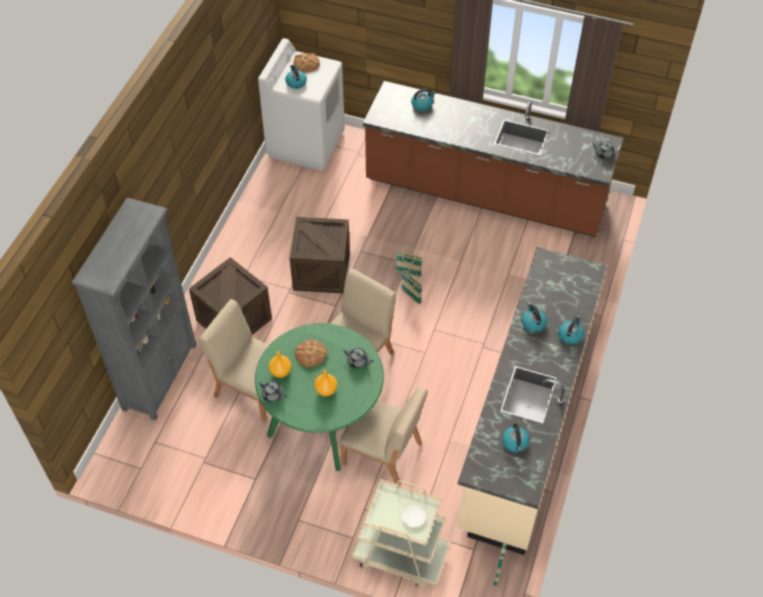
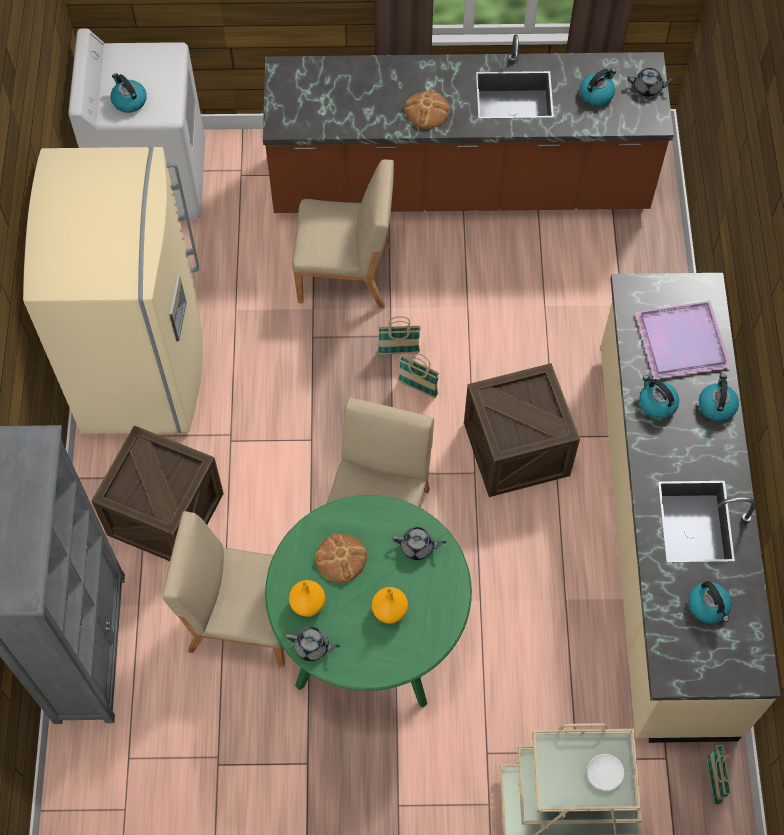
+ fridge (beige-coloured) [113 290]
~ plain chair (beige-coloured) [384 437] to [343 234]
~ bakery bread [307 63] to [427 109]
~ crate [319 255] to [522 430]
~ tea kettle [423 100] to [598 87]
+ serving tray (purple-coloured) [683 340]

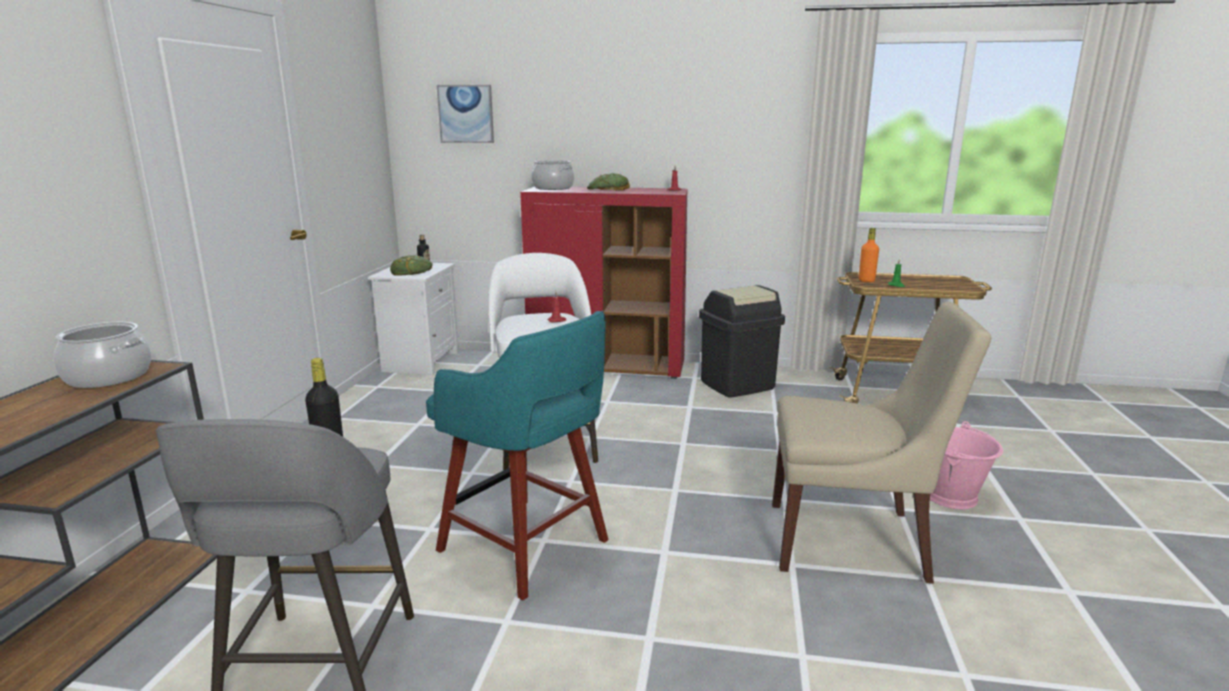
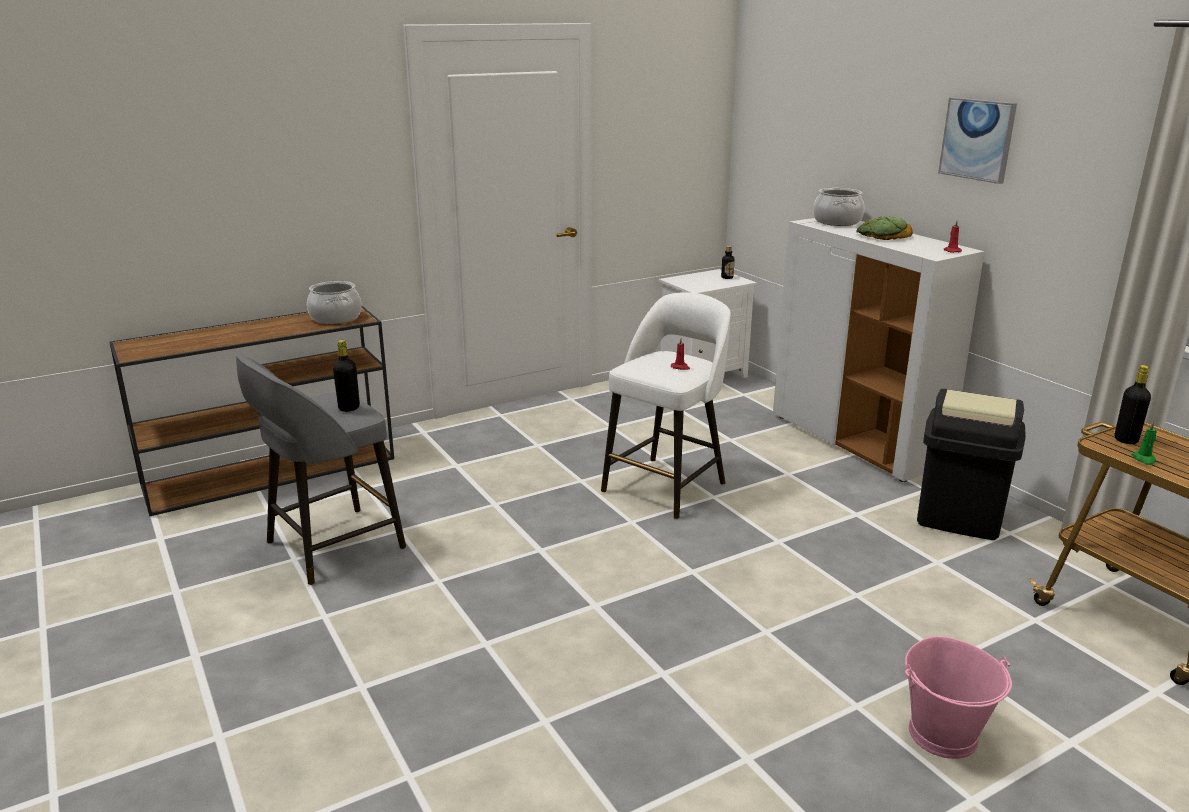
~ storage cabinet (red-coloured) [603 283] to storage cabinet (whitish) [878 350]
~ wall art [465 114] to [977 140]
~ bottle (orange-coloured) [869 255] to bottle (blackish) [1133 404]
- bakery bread [411 265]
- stool seat (blue-green) [517 455]
- plain chair (beige-coloured) [881 443]

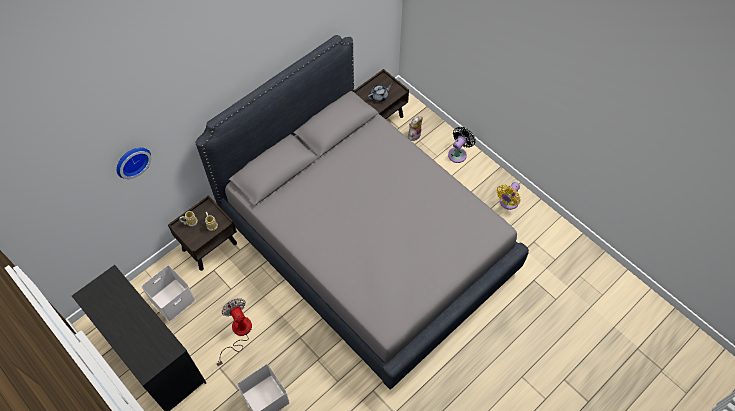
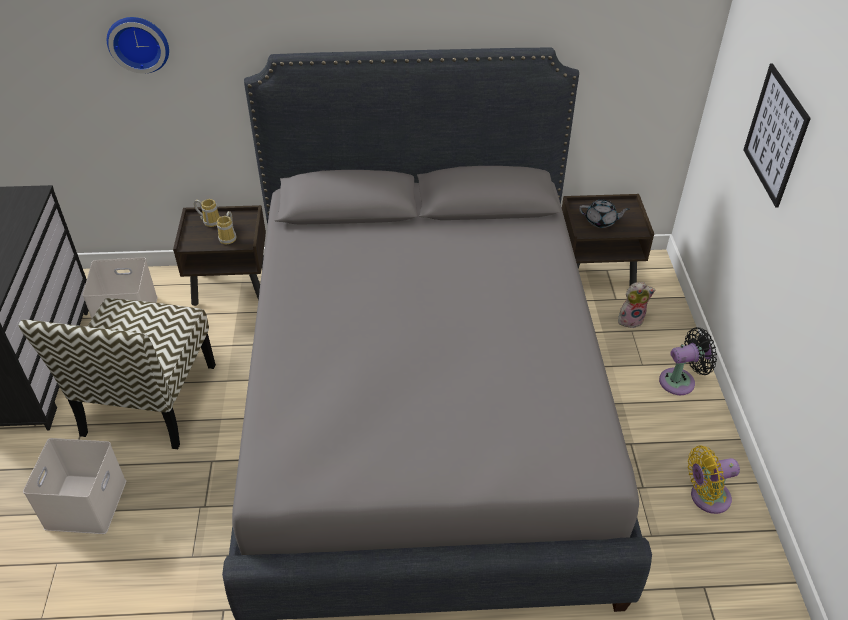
~ cooling fan [234 332] to plain chair [117 373]
+ wall art [777 136]

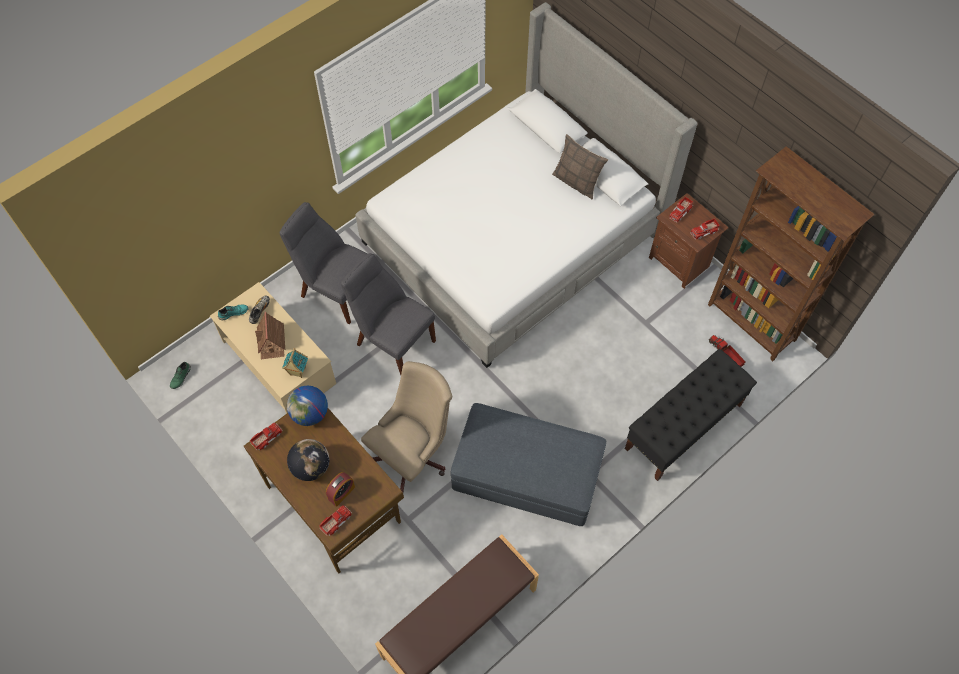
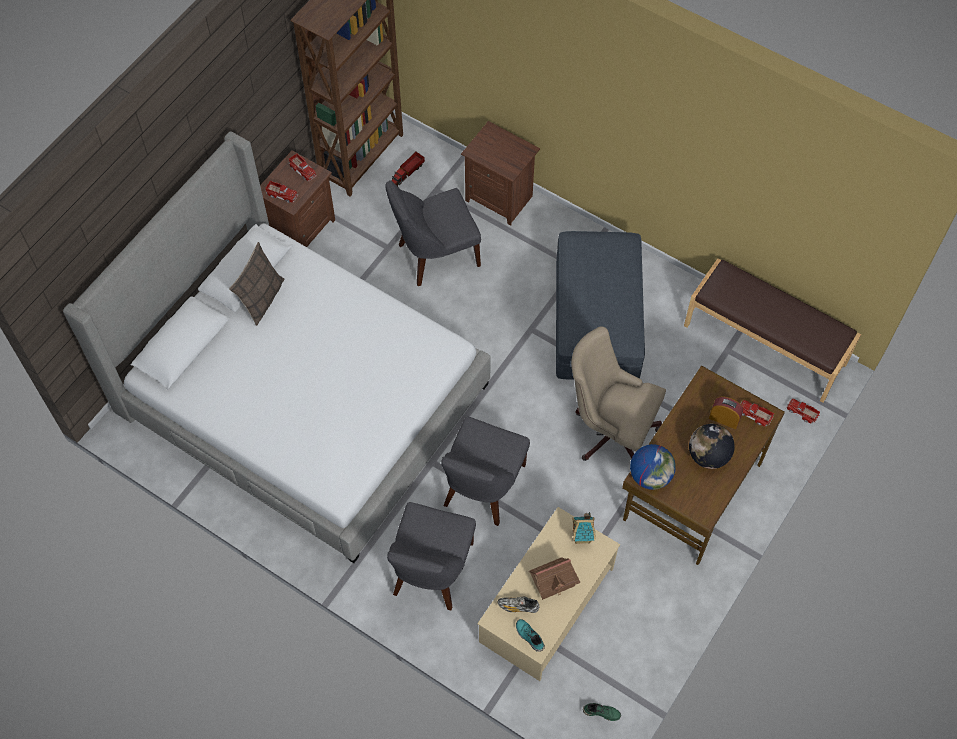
+ plain chair (gray) [433 233]
~ long seat (blackish) [691 415] to night table (brownish) [500 173]
~ toy lorry [266 436] to [803 411]

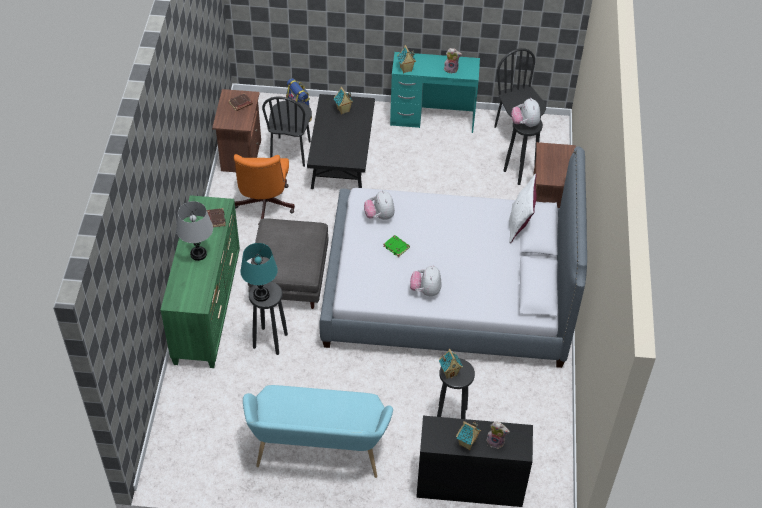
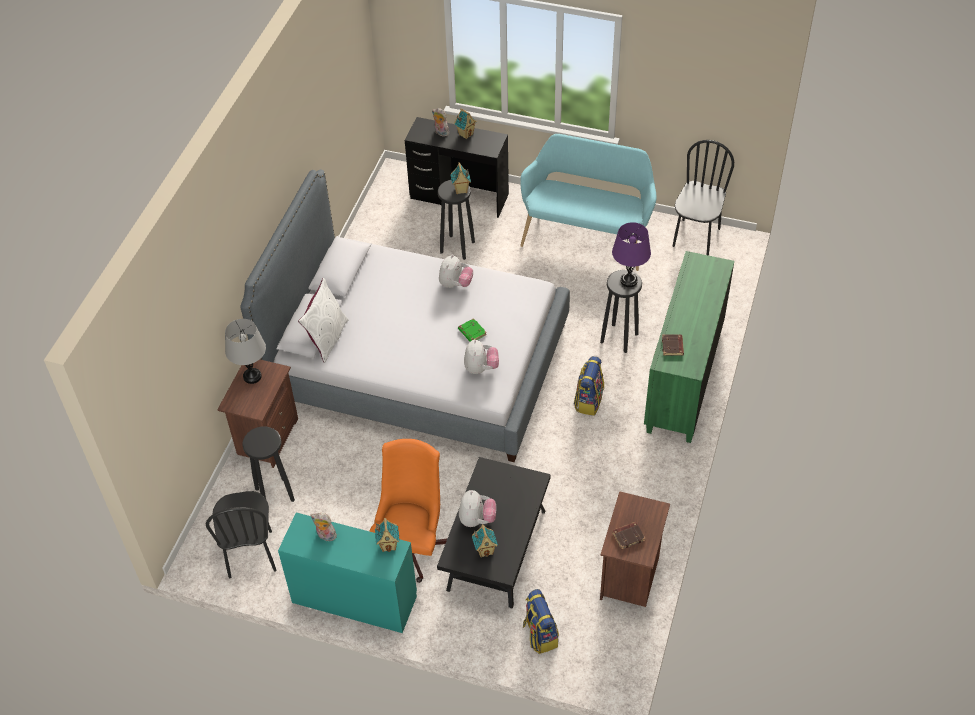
~ table lamp (gray) [194 231] to [245 351]
~ desk chair (orange-coloured) [264 189] to [408 511]
~ cuddly toy [525 112] to [477 508]
~ ottoman (gray) [288 263] to knapsack [589 386]
~ table lamp (blue-green) [259 272] to table lamp (purple-coloured) [631 254]
~ plain chair (blackish) [287 131] to [703 198]

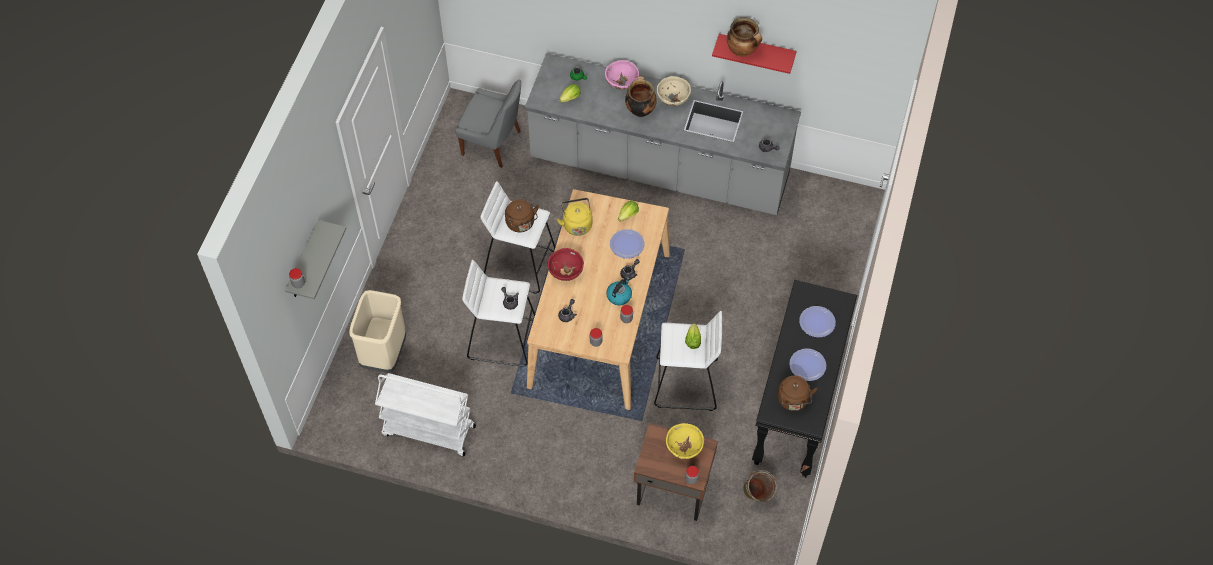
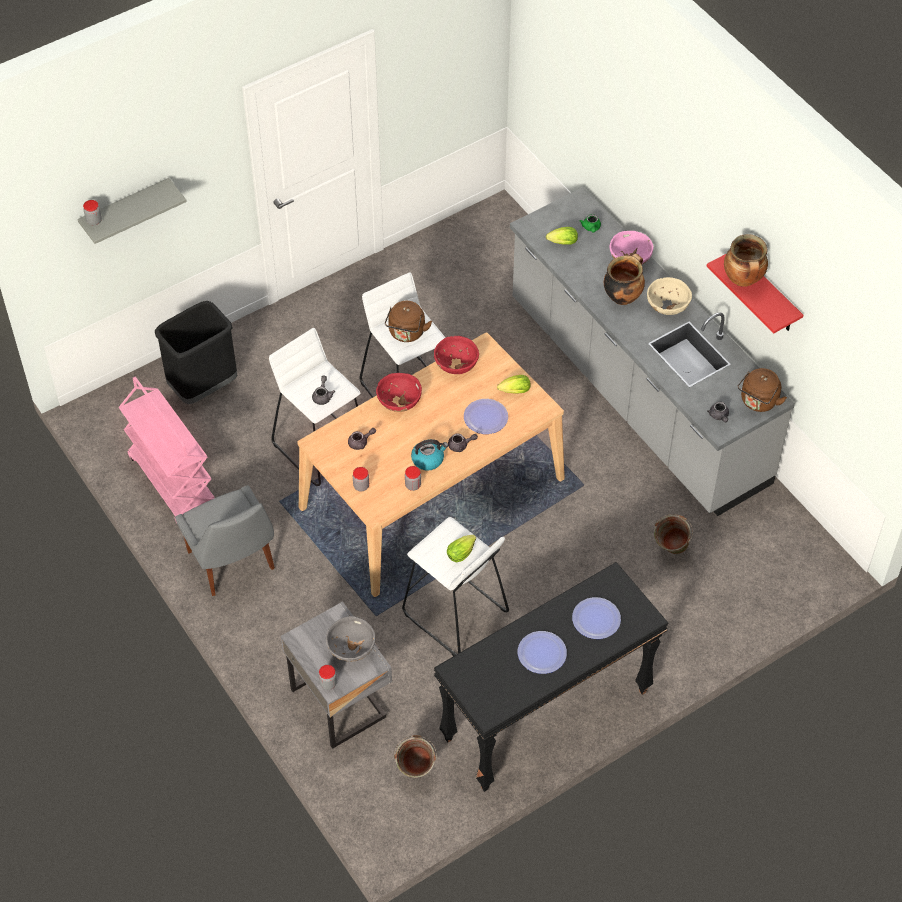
~ wheeled cart (whitish) [425 414] to wheeled cart (pink) [166 450]
~ waste bin (beige-coloured) [377 331] to waste bin (blackish) [196 352]
~ plain chair (gray) [488 123] to [225 540]
~ night table (brownish) [676 472] to night table (gray) [336 675]
~ deep dish (yellowish) [685 441] to deep dish (gray) [350 639]
~ tea kettle (yellowish) [574 217] to deep dish (red-coloured) [456 355]
+ pail (green) [673 534]
~ tea kettle (brownish) [797 393] to [762 390]

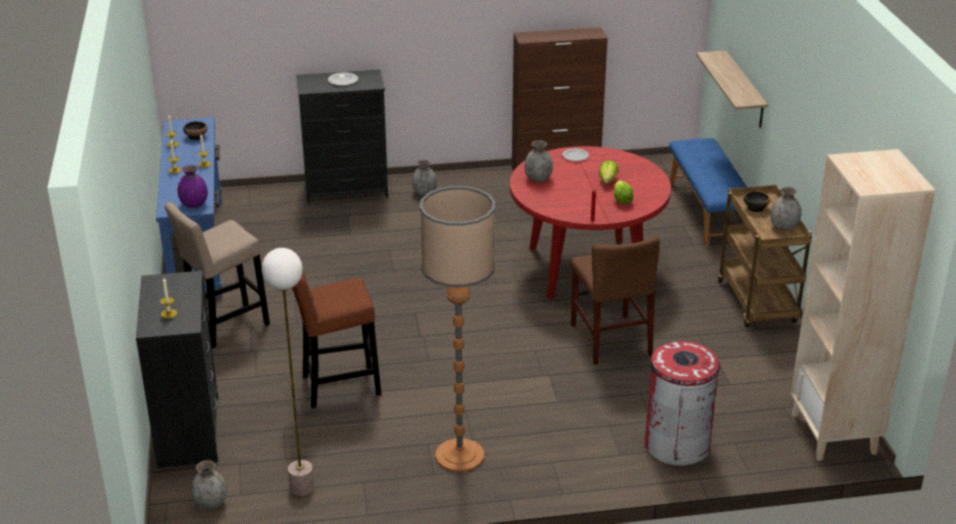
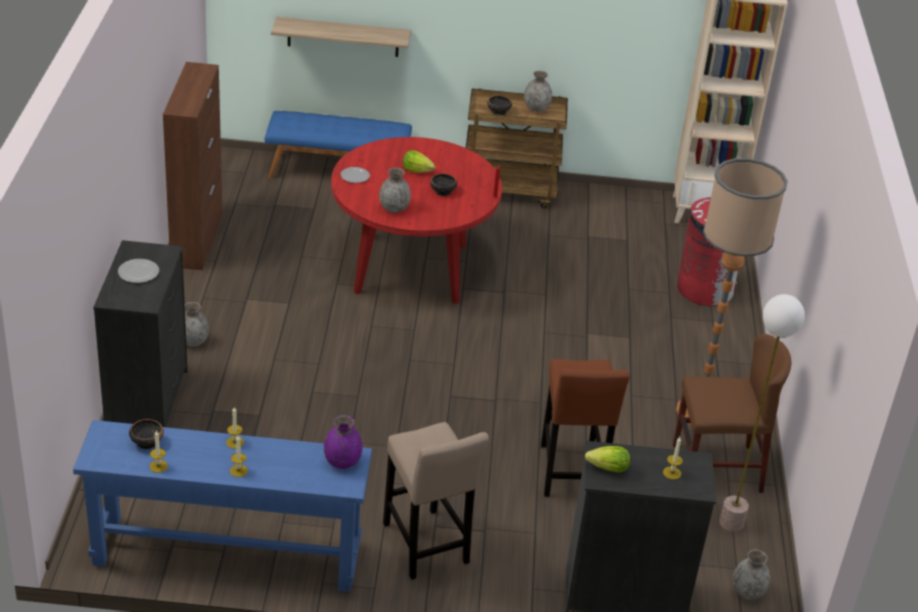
+ deep dish [443 185]
~ lettuce head [623 192] to [607 459]
~ plain chair (brownish) [615 300] to [732 413]

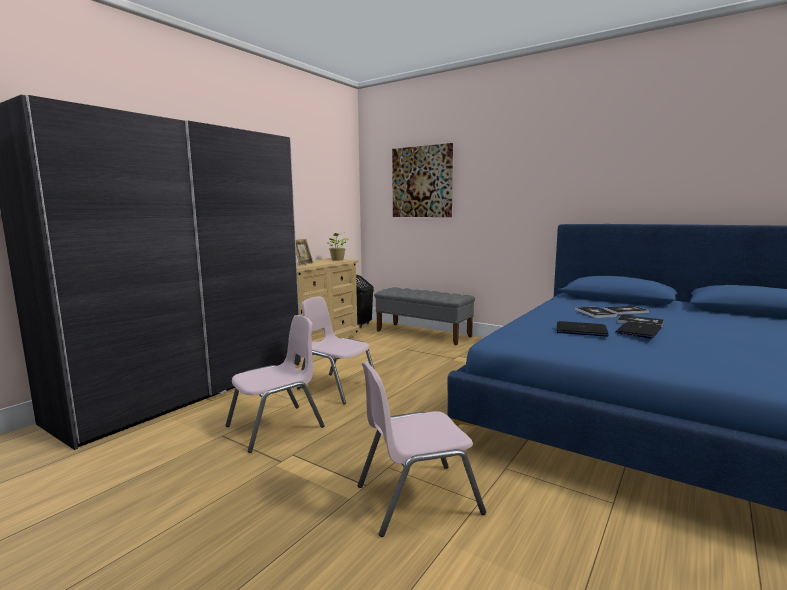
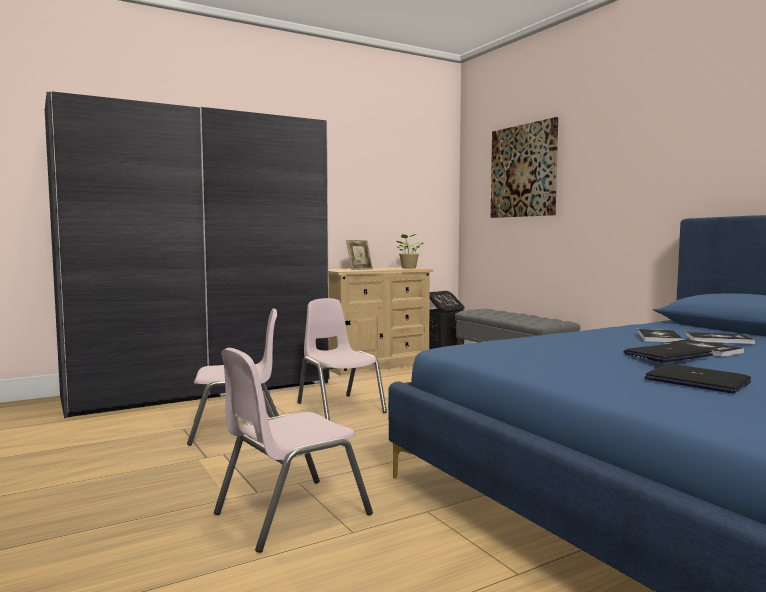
~ plain chair (pink) [422 449] = [293 450] 45 degrees counterclockwise
~ portable computer [583 329] to [698 379]

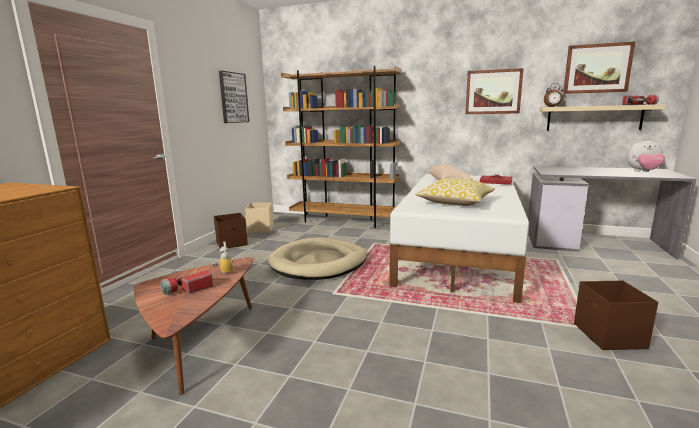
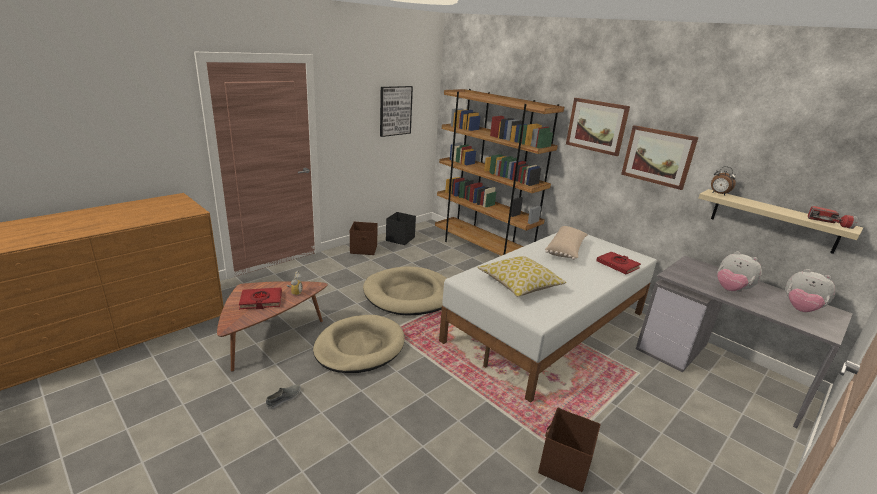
~ torch [186 282] to bound book (red-coloured) [260 298]
+ low shoe (gray) [283 396]
+ dog cushion (beige-coloured) [359 344]
~ storage box (beige-coloured) [259 217] to storage box (blackish) [401 228]
~ wall art [599 67] to [598 127]
+ cuddly toy [739 271]

